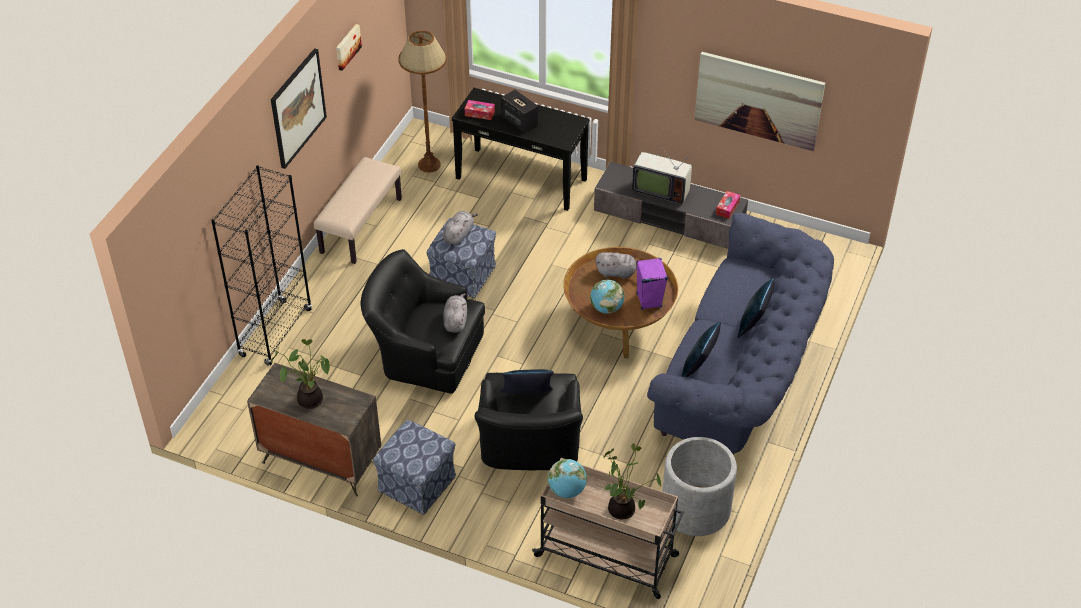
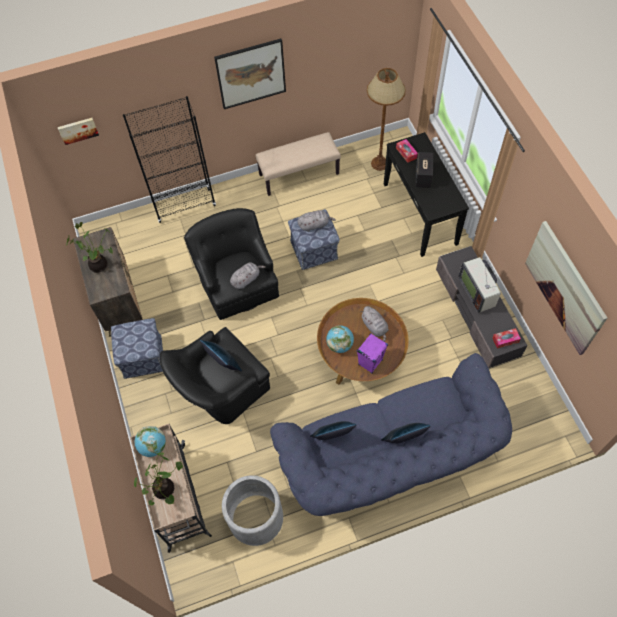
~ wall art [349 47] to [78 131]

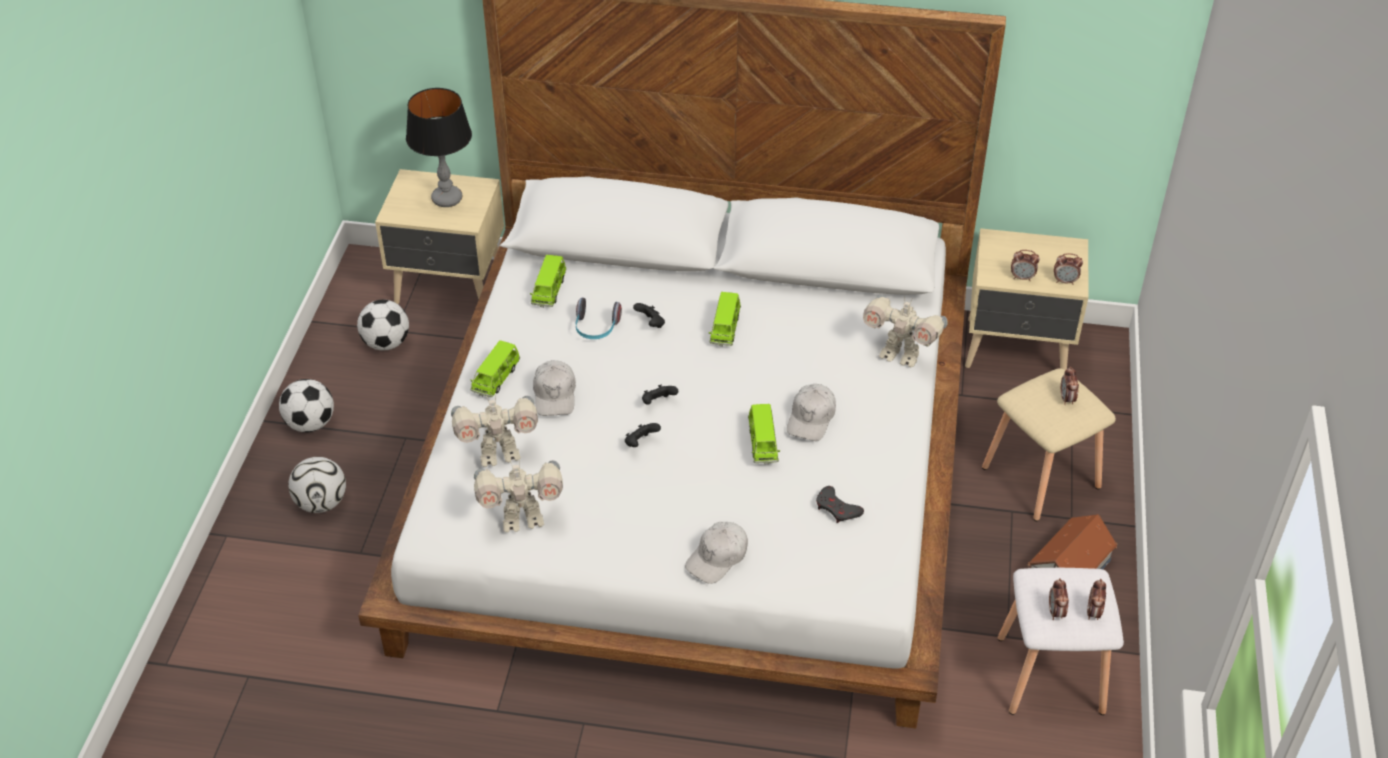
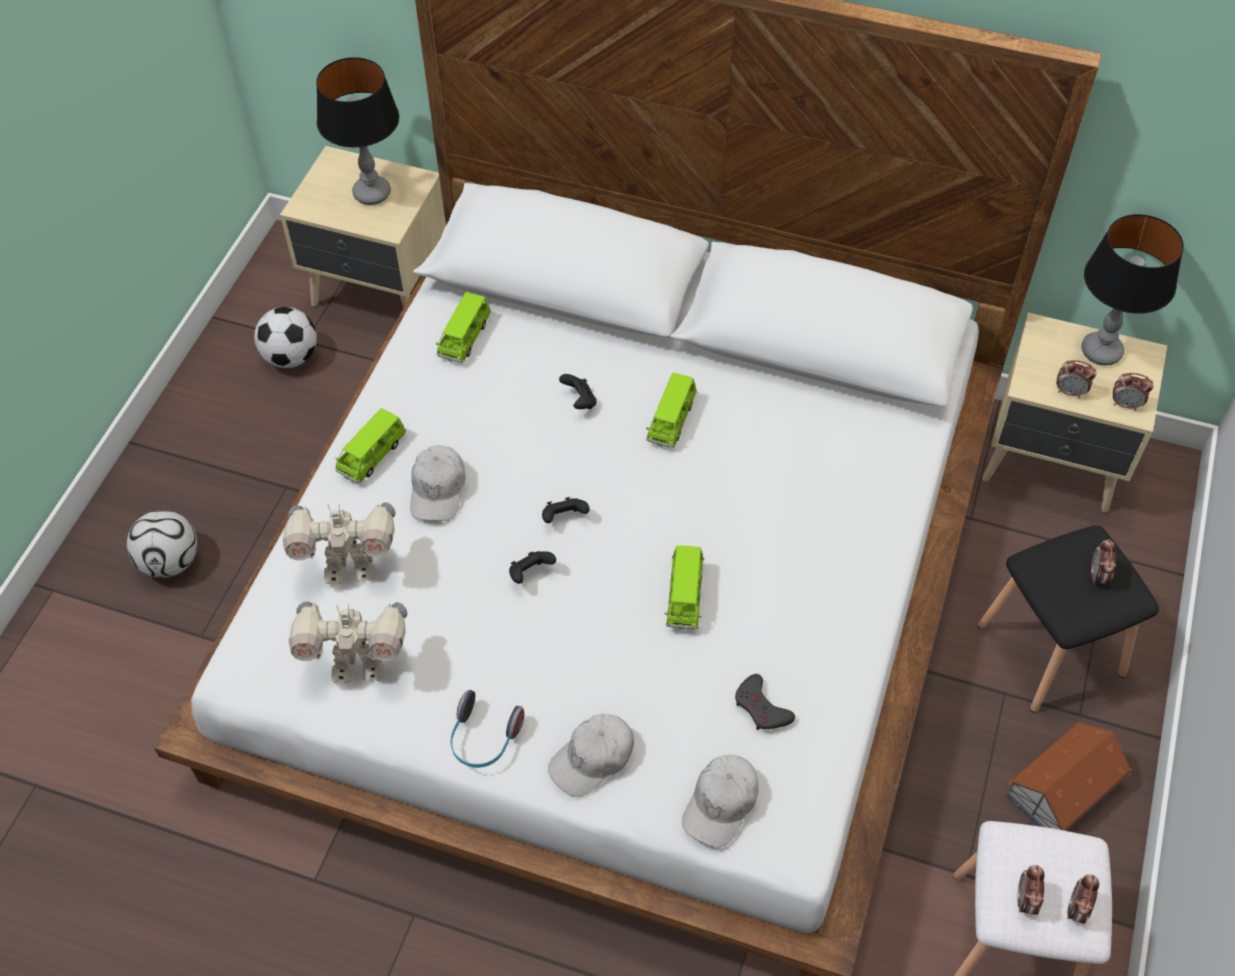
~ headset [598 318] to [487 729]
~ baseball cap (whitish) [811 412] to [720 801]
~ stool seat (beige-coloured) [1049 444] to stool seat (blackish) [1068 619]
+ table lamp [1132 289]
- ball for football [306 405]
- model robot [905 331]

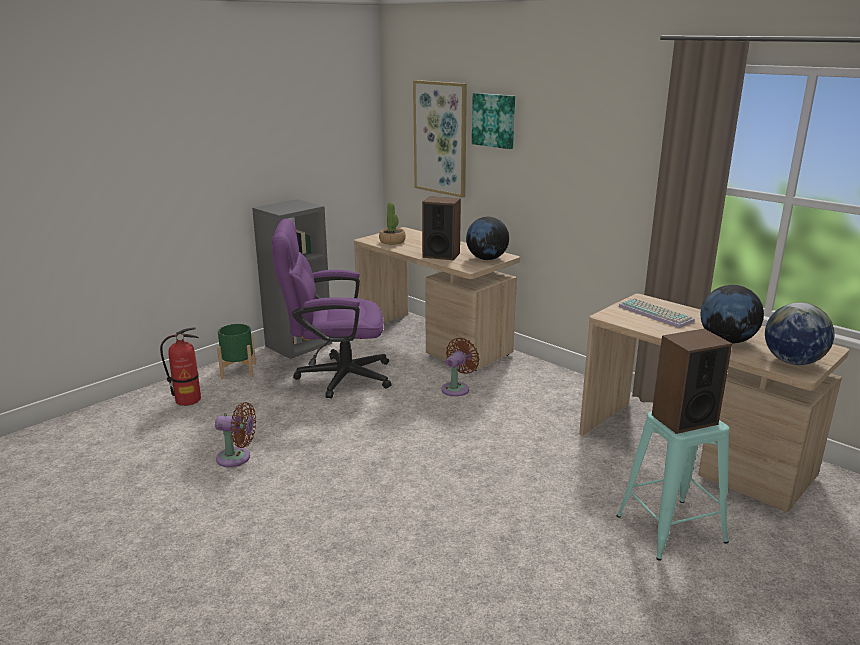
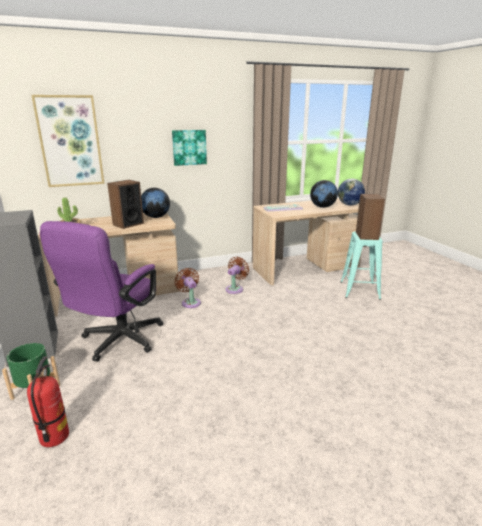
~ wall art [493 121] to [189 148]
~ cooling fan (brownish) [235 434] to [237 275]

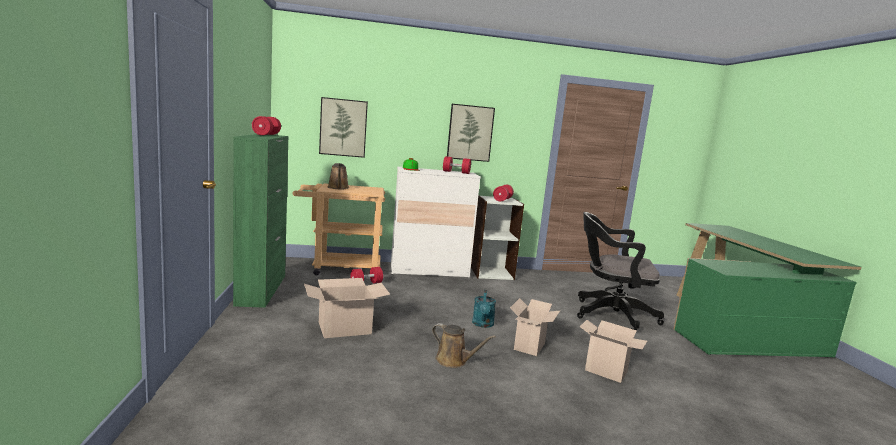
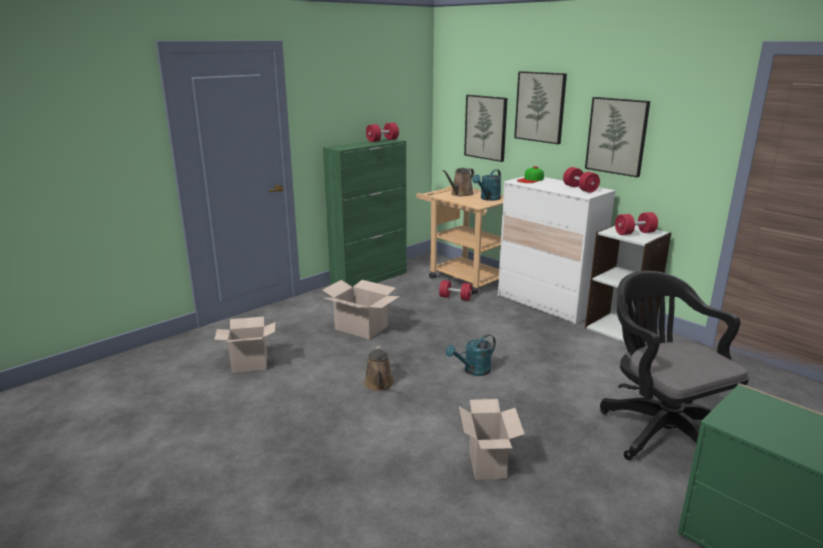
~ packing box [535 327] to [245 345]
+ watering pot (blue-green) [486 185]
+ wall art [540 107]

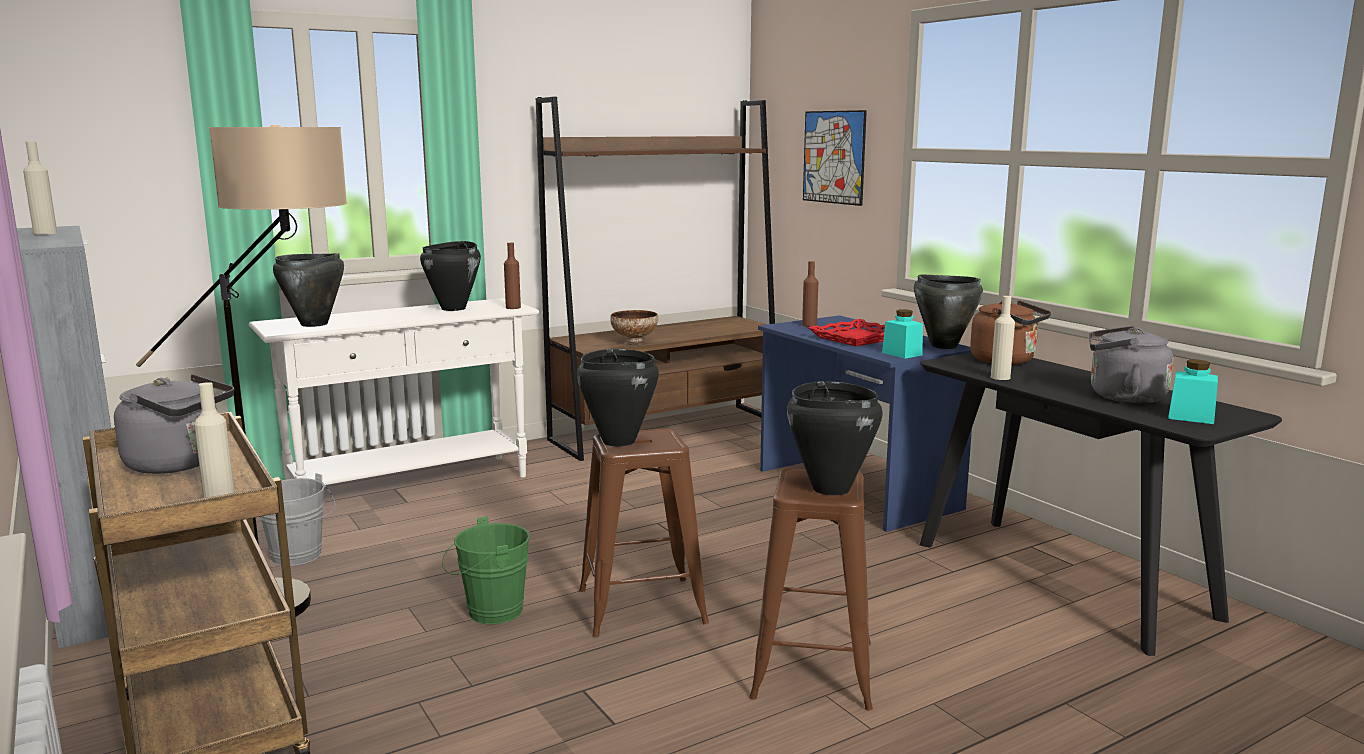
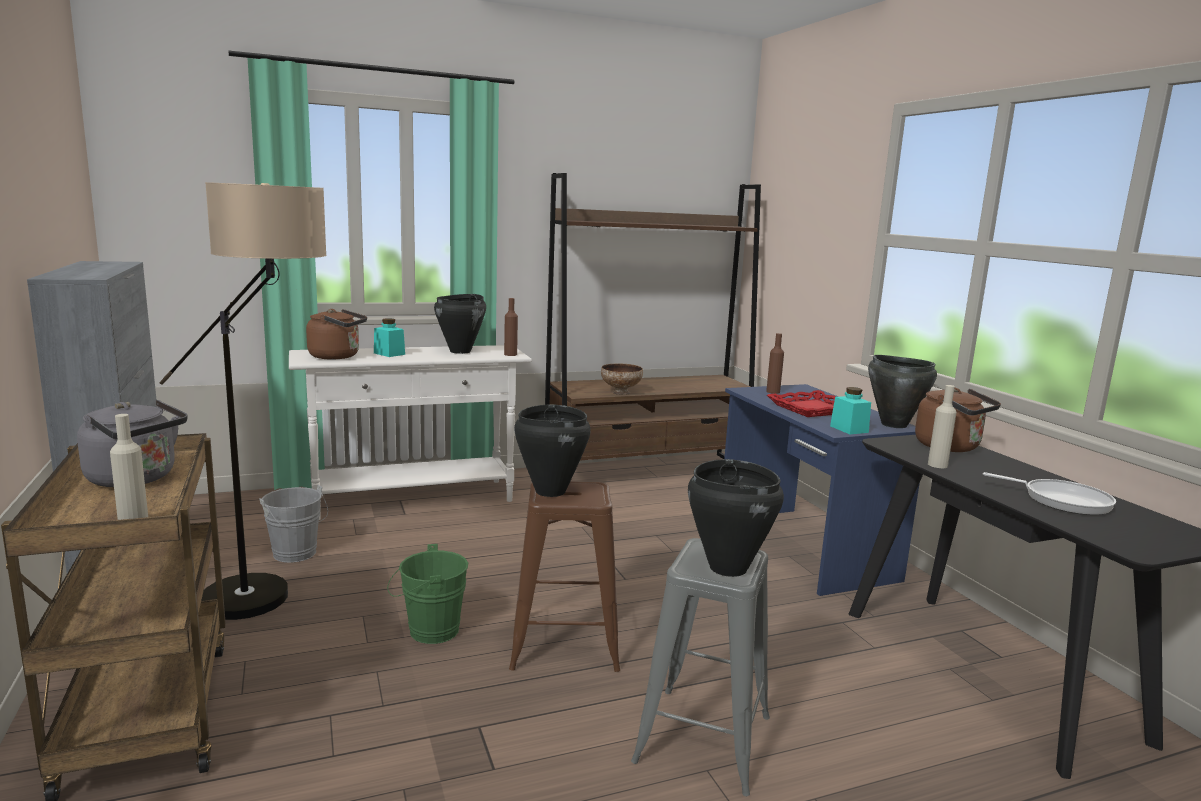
~ cooking pot (blackish) [308 290] to tea kettle (brownish) [336 334]
~ storage jar (blue-green) [1193 391] to [389 337]
~ stool seat (brownish) [811 589] to stool seat (gray) [700 667]
~ tea kettle (gray) [1131 364] to pan [1049 493]
- bottle (beige-coloured) [40 188]
- wall art [835 158]

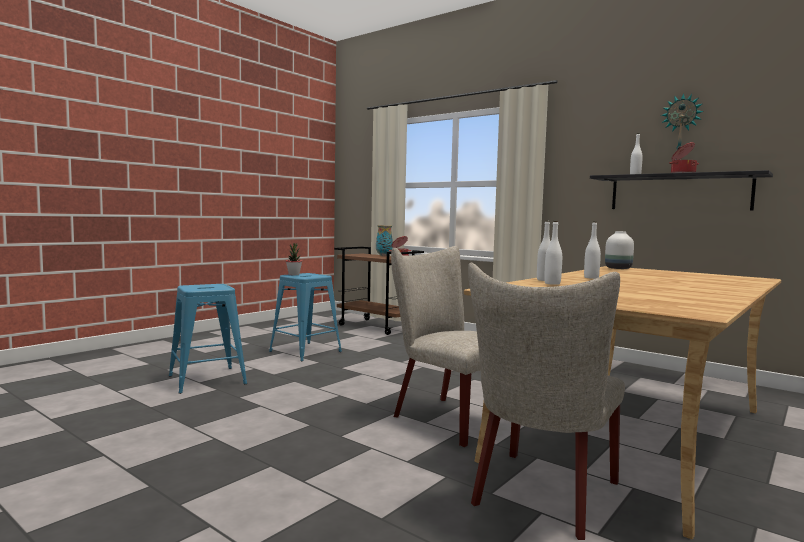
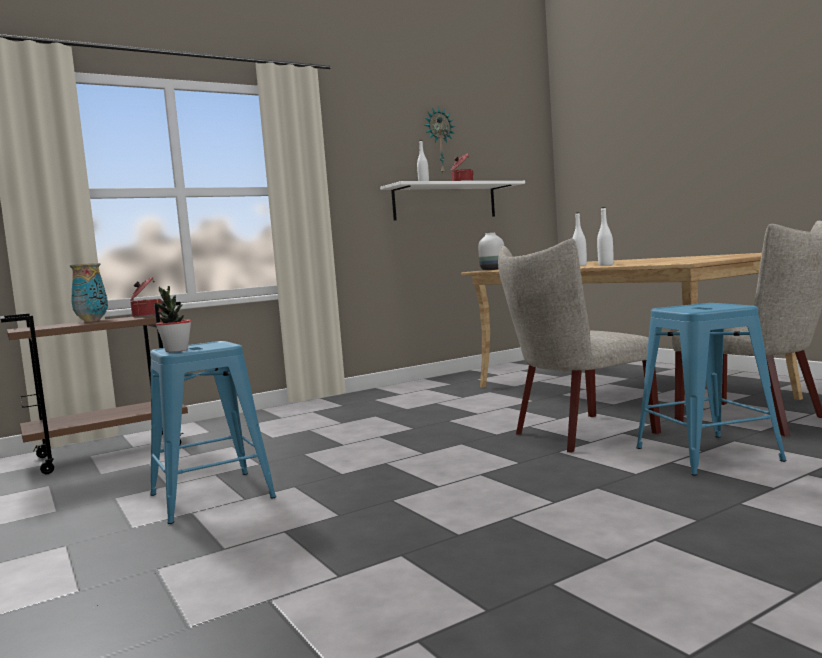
~ wall shelf (blackish) [681 190] to wall shelf (whitish) [452 201]
~ stool seat (blue) [208 339] to [711 389]
- bottle (whitish) [553 253]

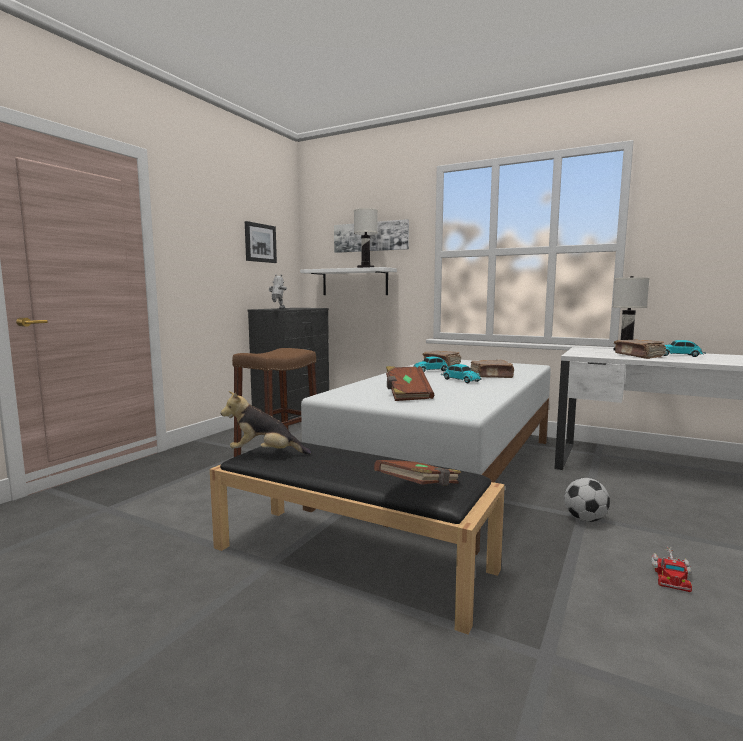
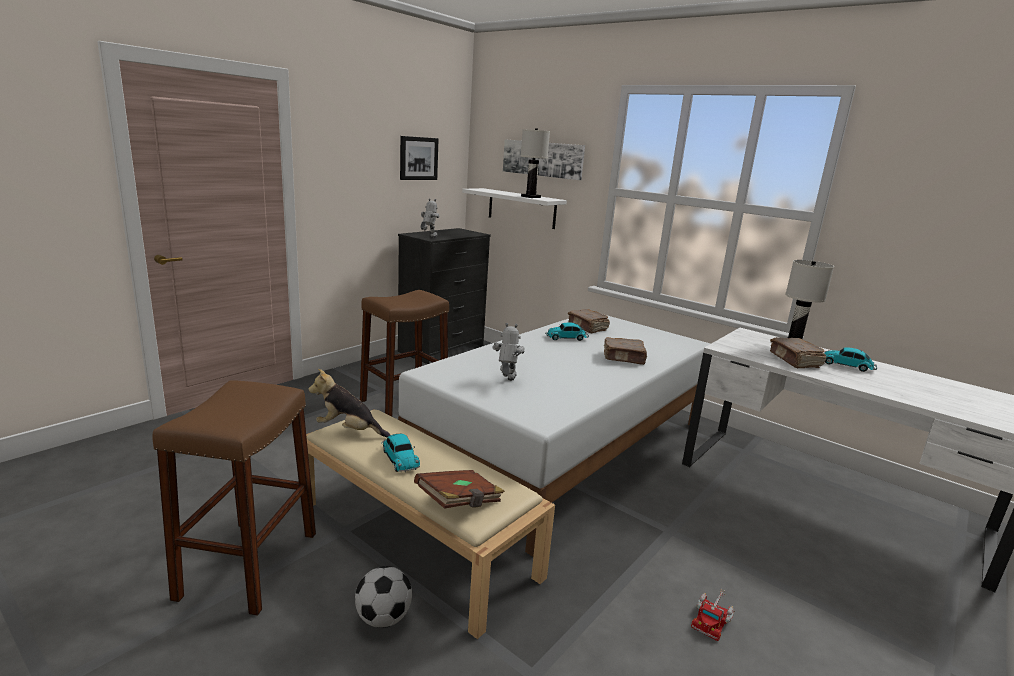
+ stool seat (brownish) [234 498]
~ long seat (blackish) [357 538] to long seat (beige-coloured) [430 524]
~ ball for football [587 500] to [383 597]
~ miniature car [461 373] to [400 453]
~ bound book (brownish) [410 383] to model robot [508 352]

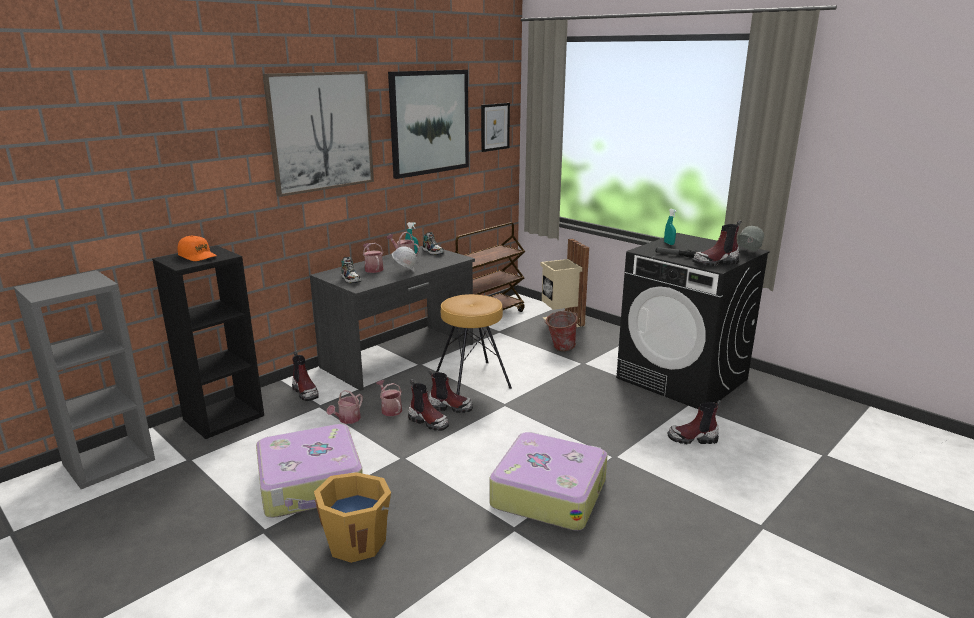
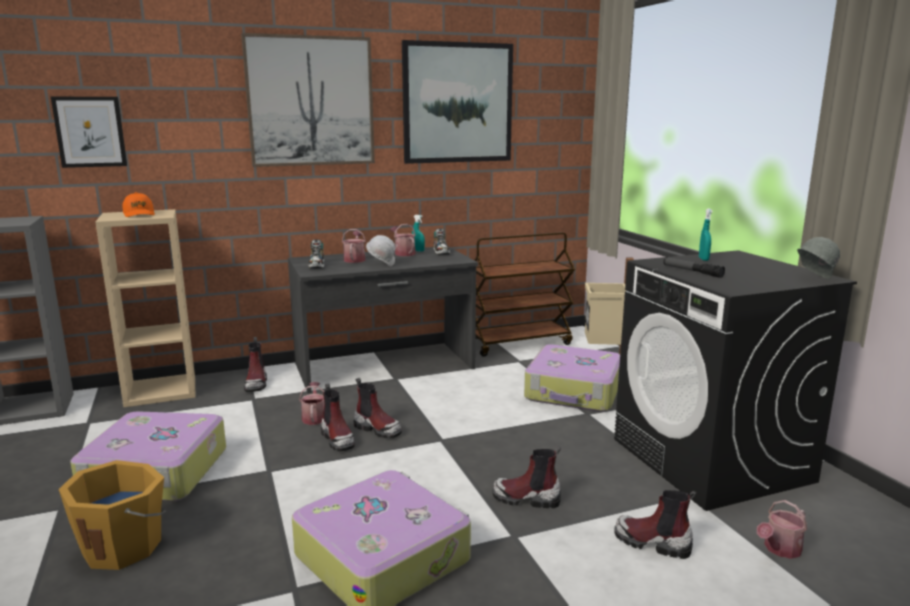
~ wall art [495 127] to [89 132]
~ bookshelf (blackish) [208 342] to bookshelf (beige-coloured) [145 308]
~ boot [717 243] to [527 477]
~ pail [561 331] to travel case [572 378]
~ watering pot [345 407] to [782 529]
- stool seat (brownish) [474 344]

